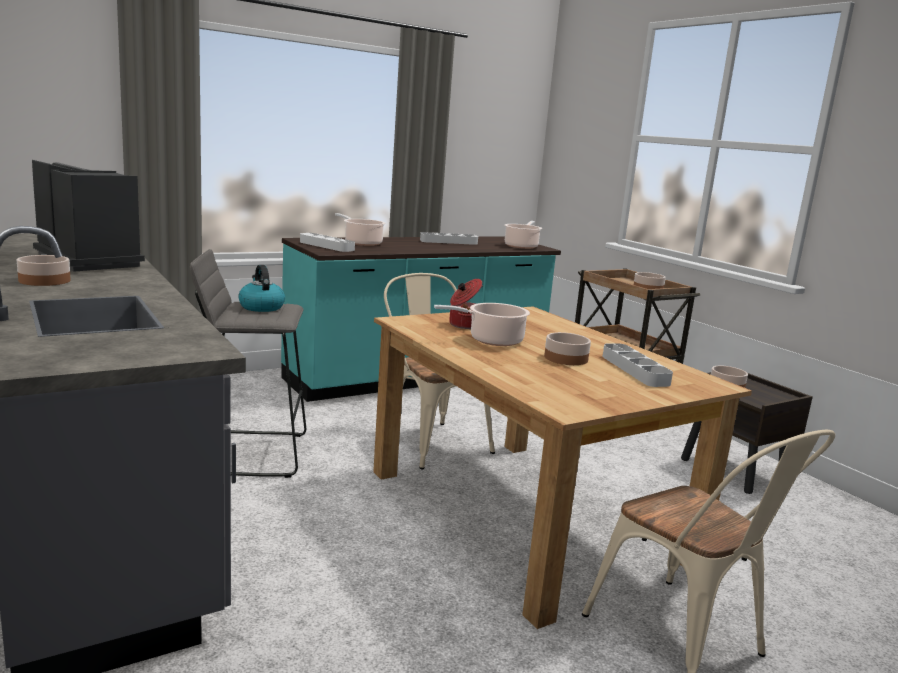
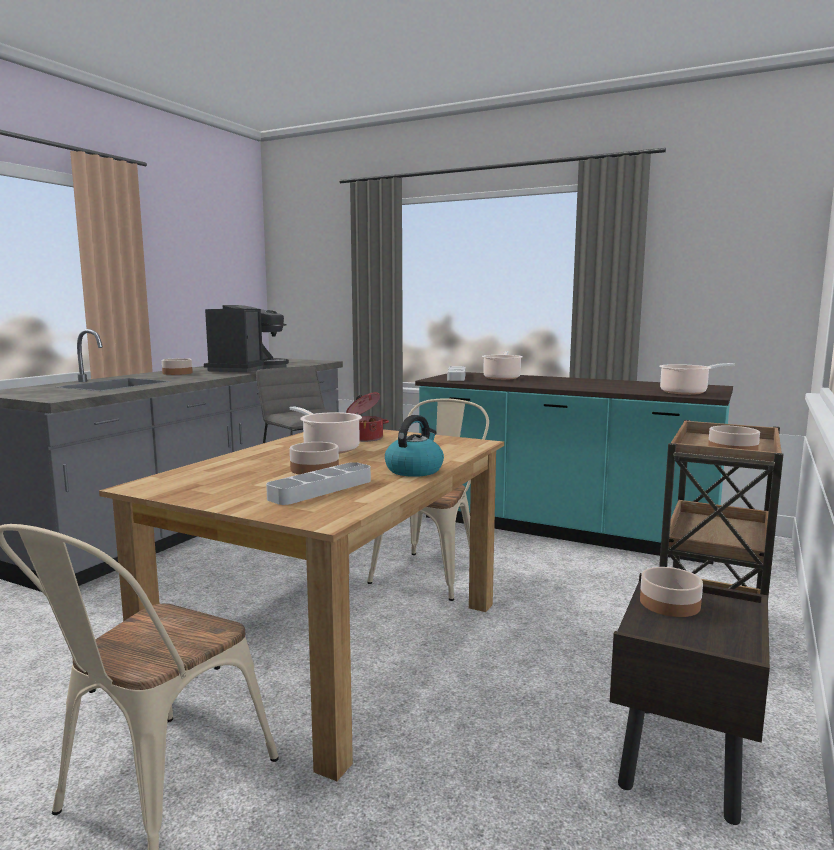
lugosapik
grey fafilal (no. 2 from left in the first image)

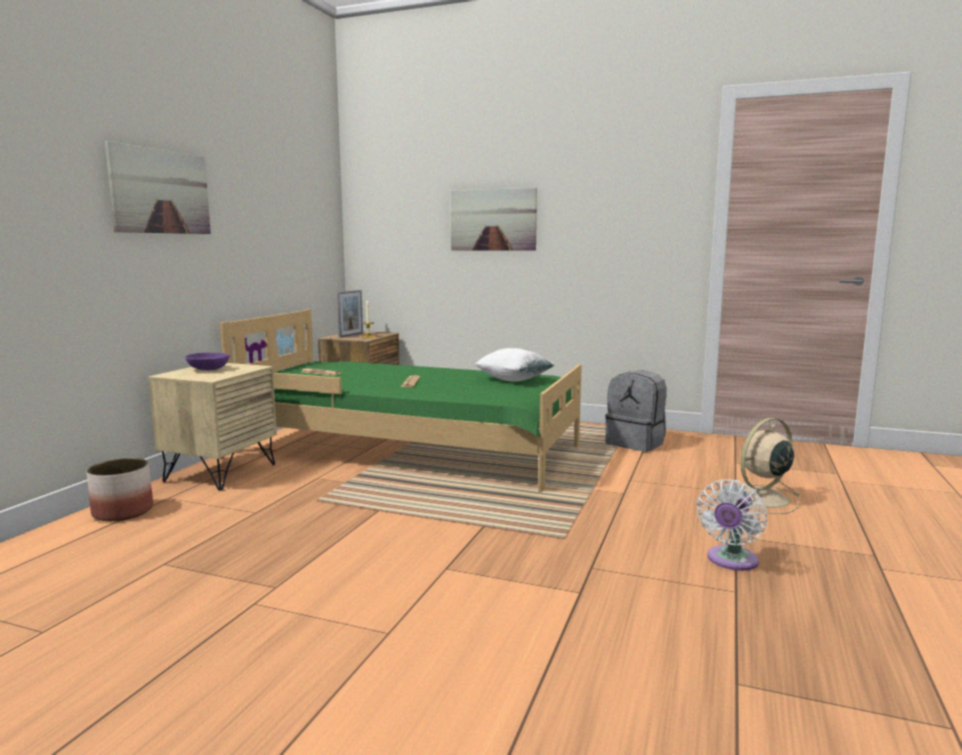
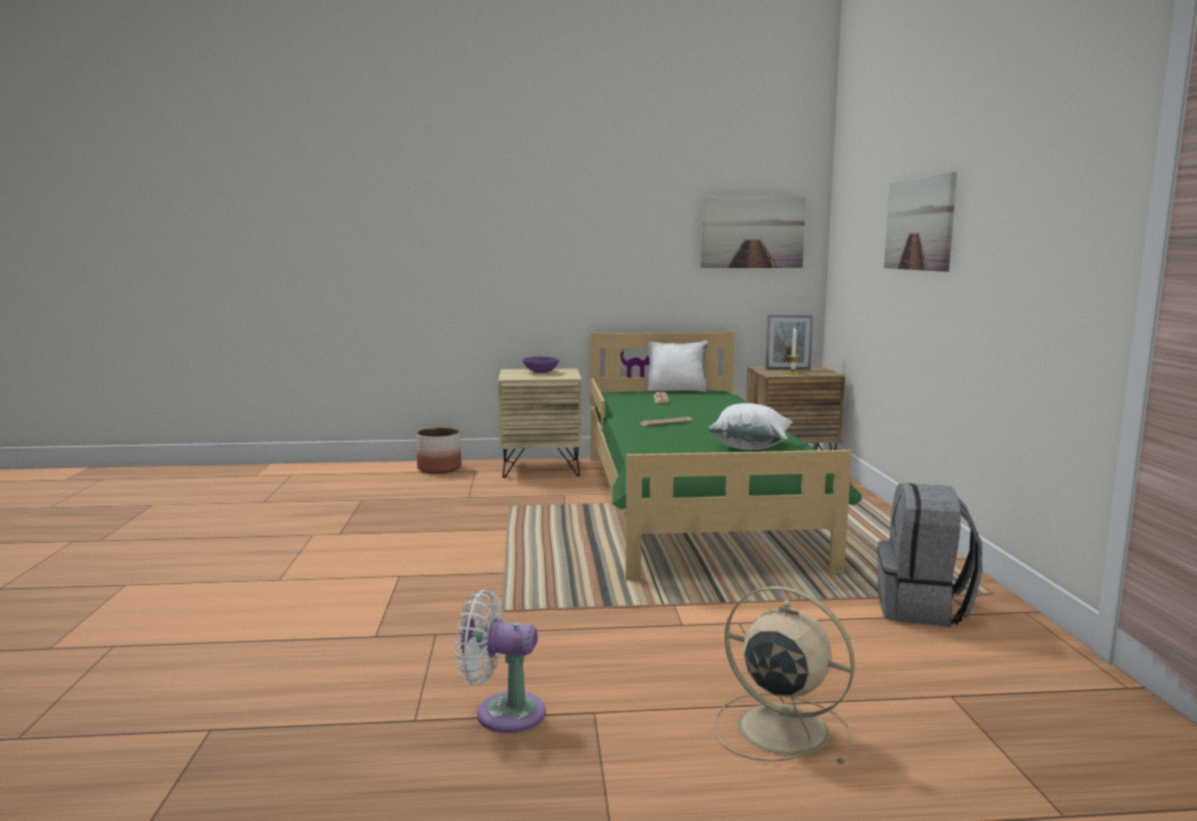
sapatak (no. 1 from left)
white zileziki (no. 1 from left)

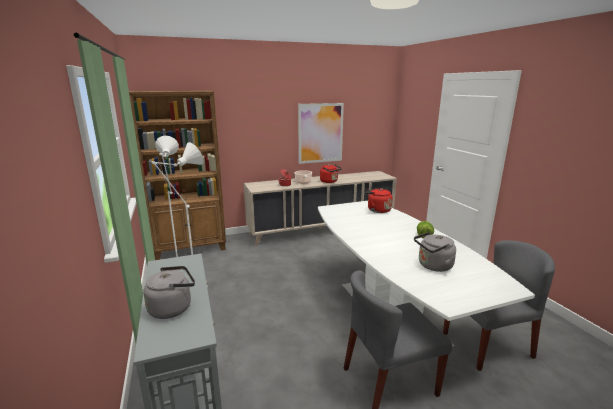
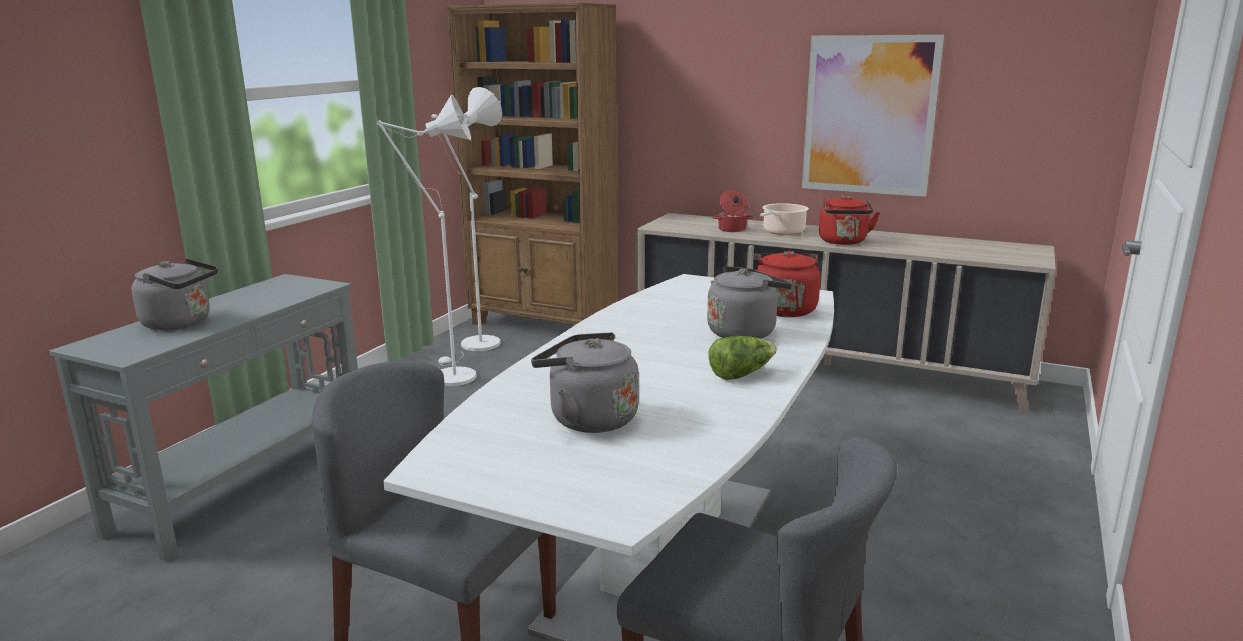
grey lugosapik (no. 3 from left)

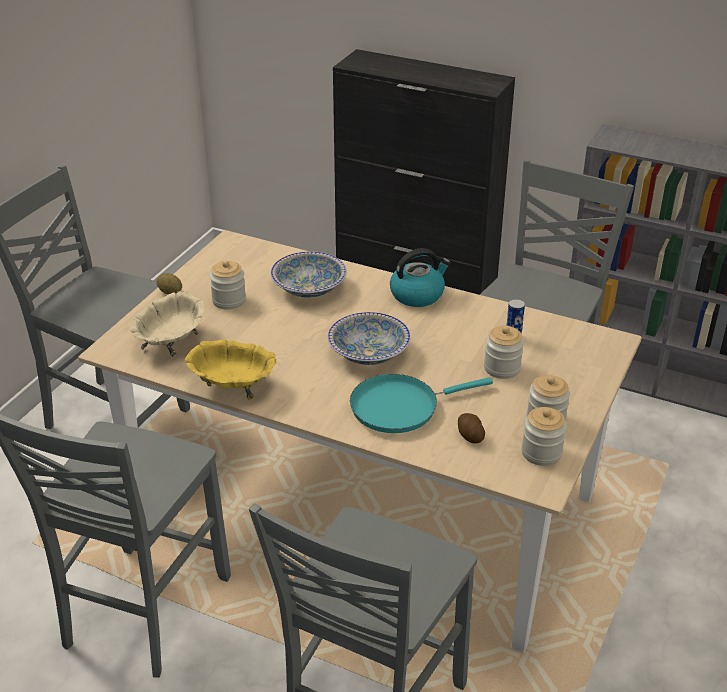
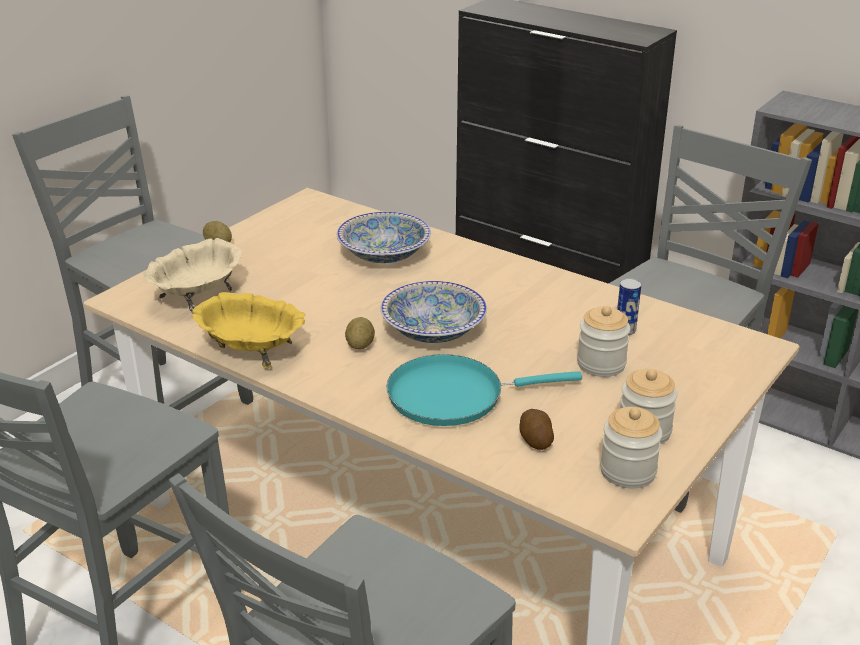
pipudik (no. 1 from left in the first image)
lugosapik
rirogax (no. 2 from left)

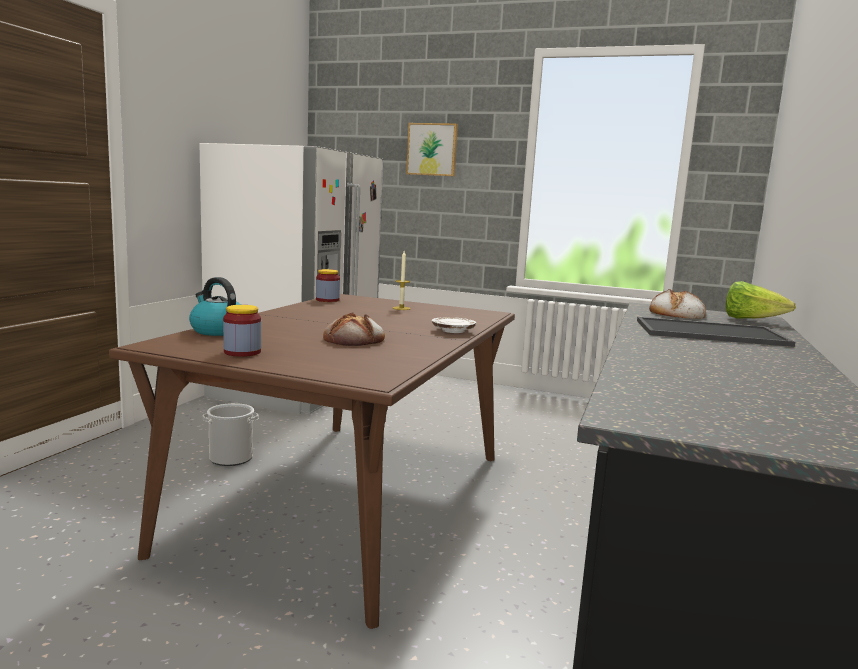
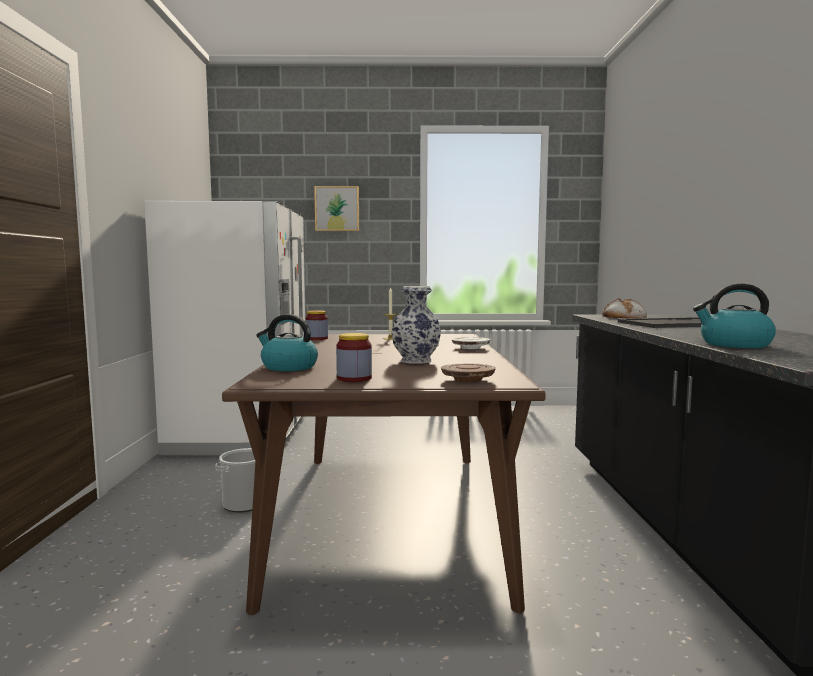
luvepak
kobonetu
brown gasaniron
lugosapik (no. 2 from left)

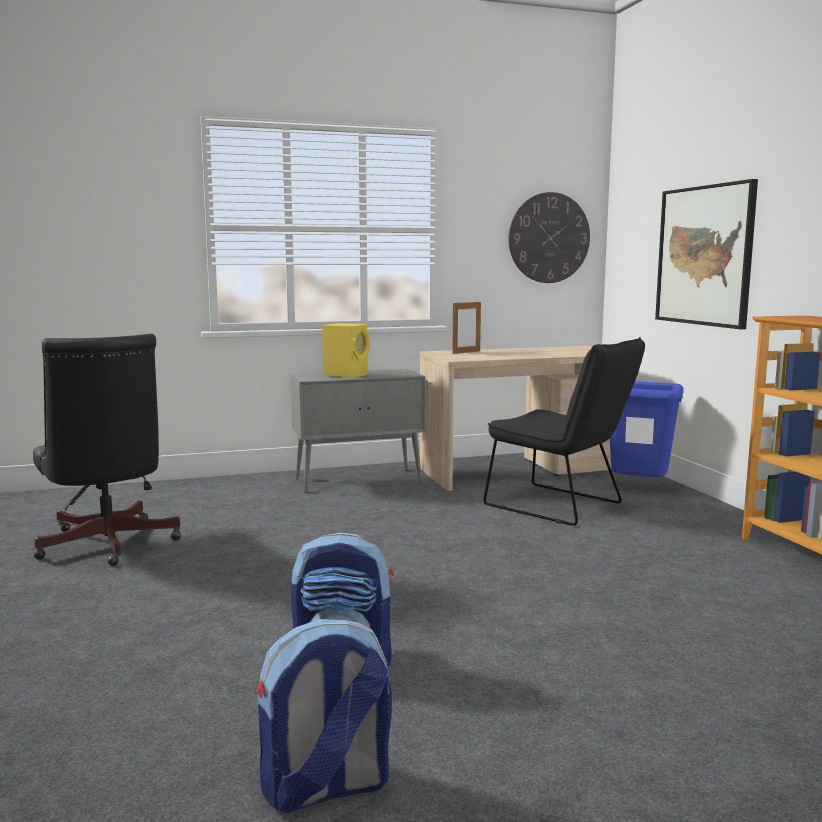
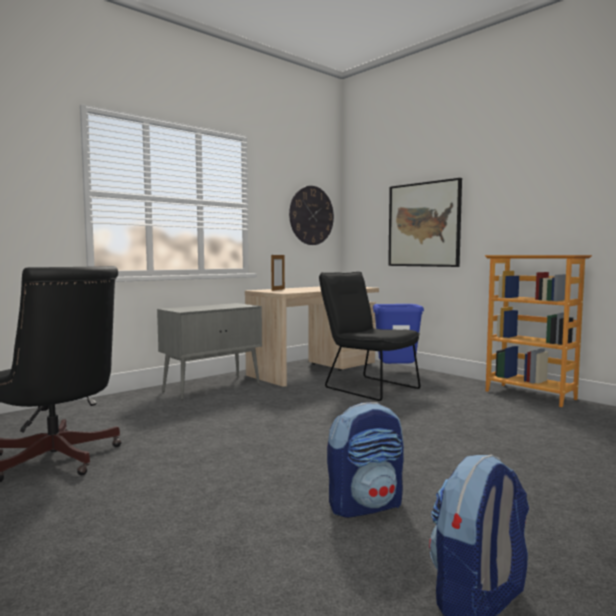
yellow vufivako
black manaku

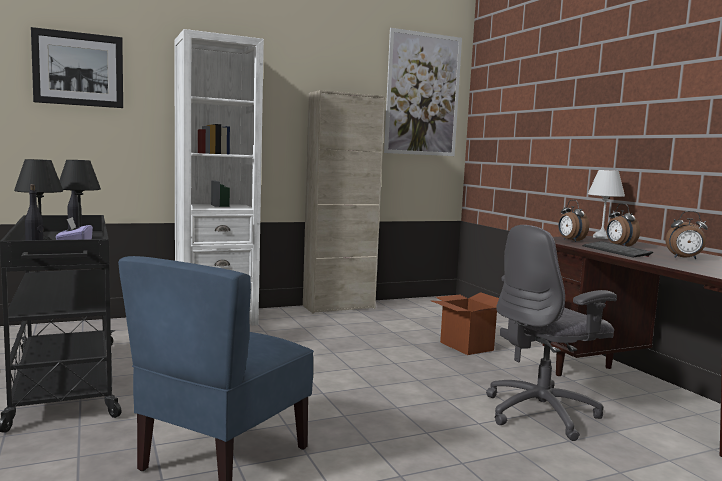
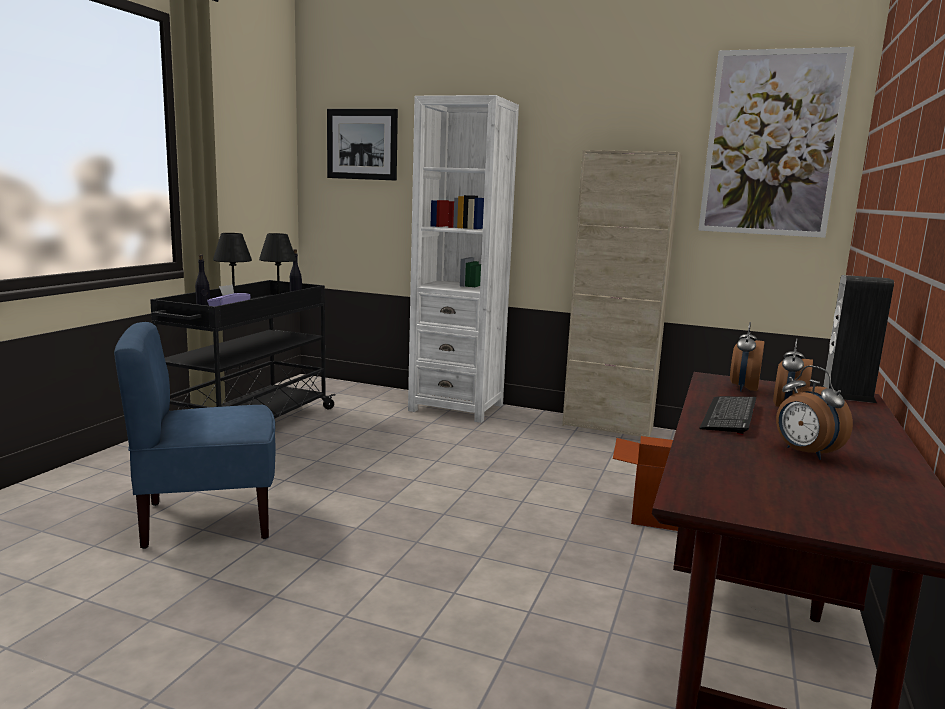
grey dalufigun
vufivako

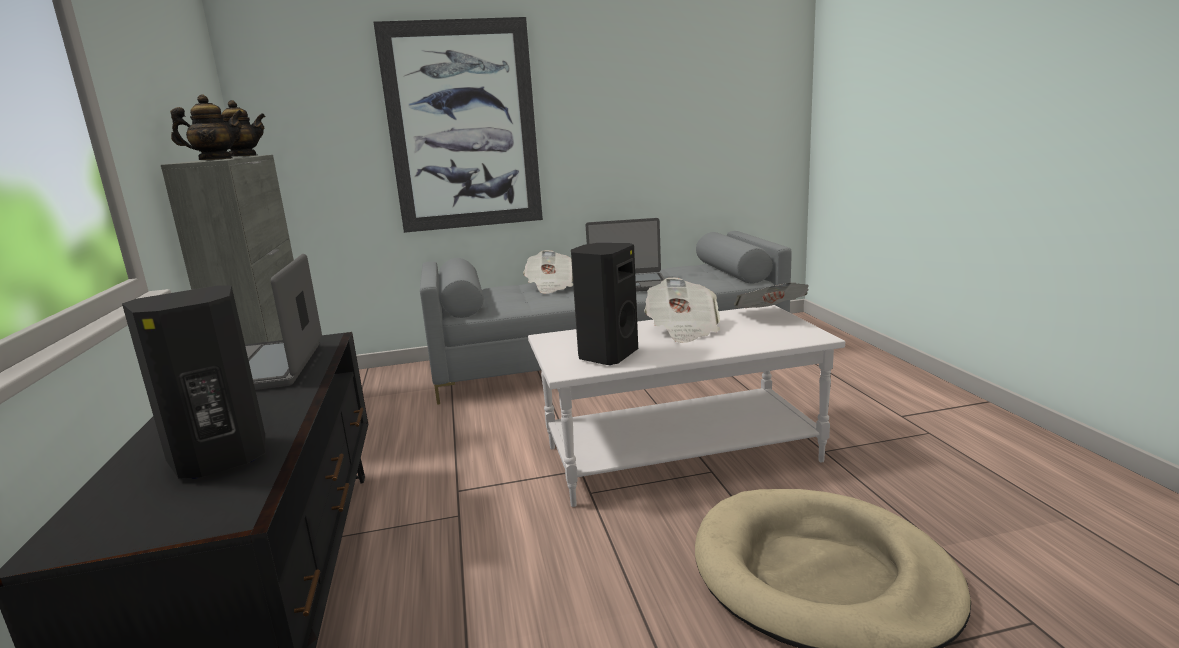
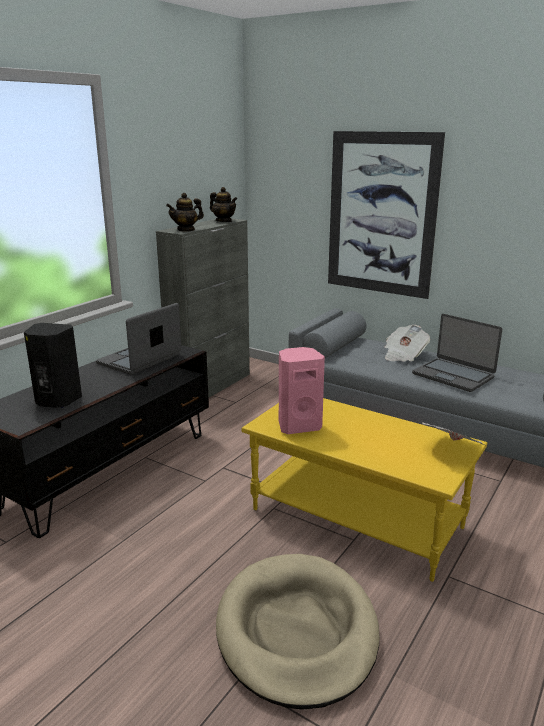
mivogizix (no. 1 from left)
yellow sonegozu
pink vufivako
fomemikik (no. 2 from left in the first image)

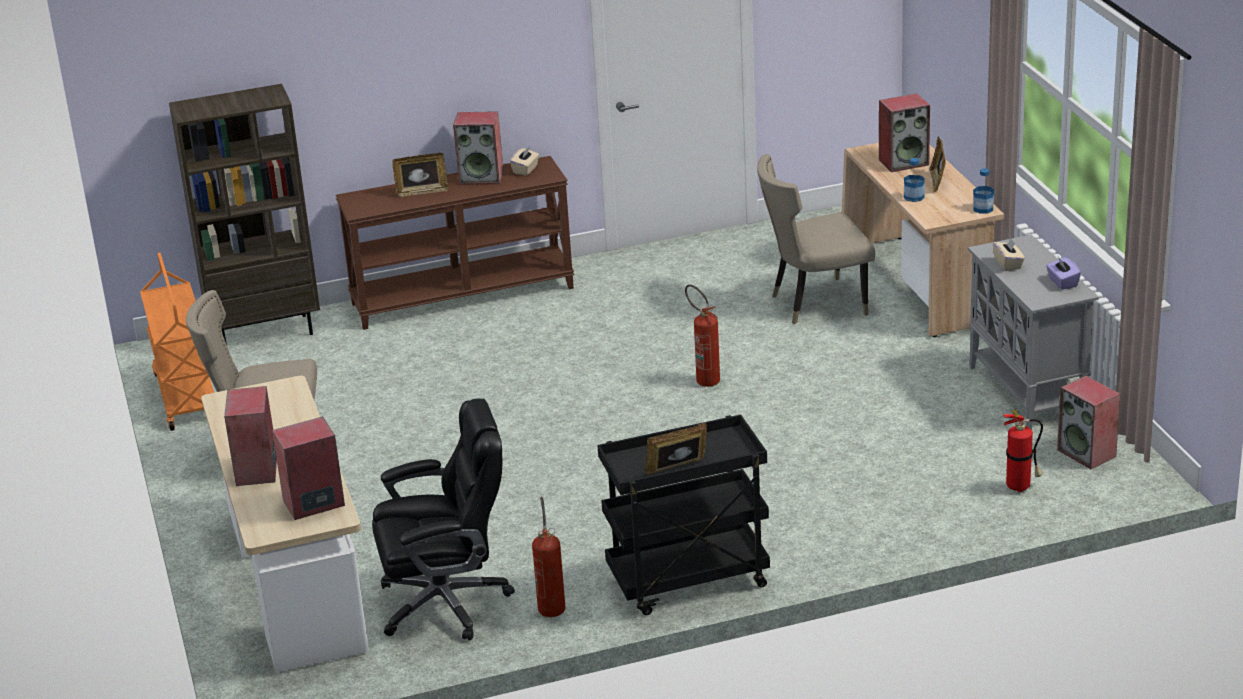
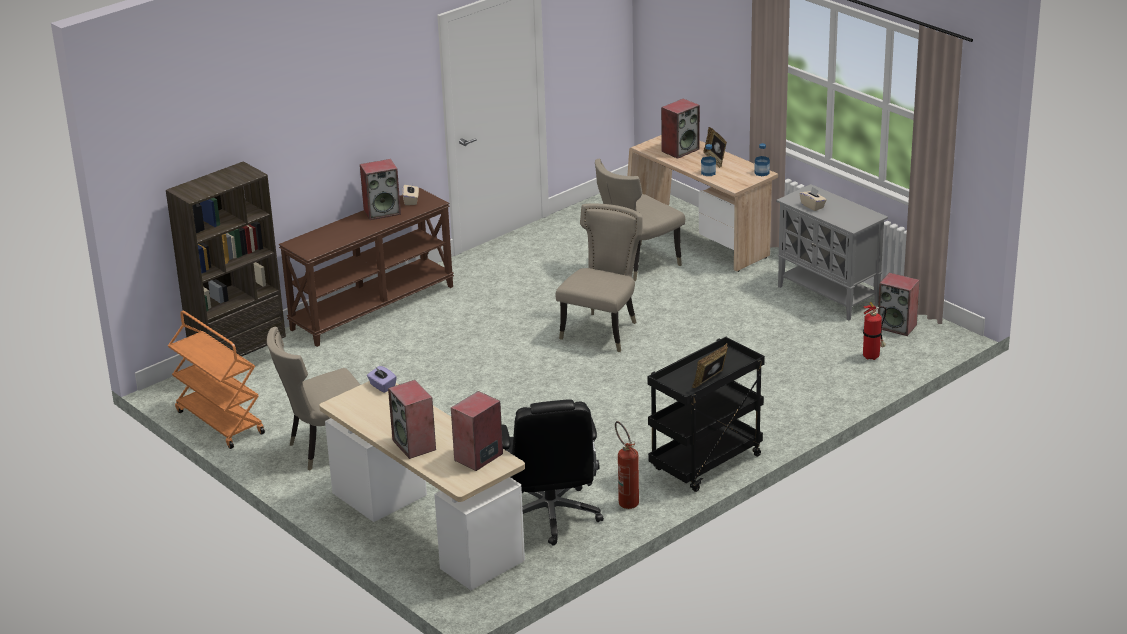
black dalufigun
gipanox (no. 1 from left in the first image)
beige manaku (no. 2 from left)
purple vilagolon

